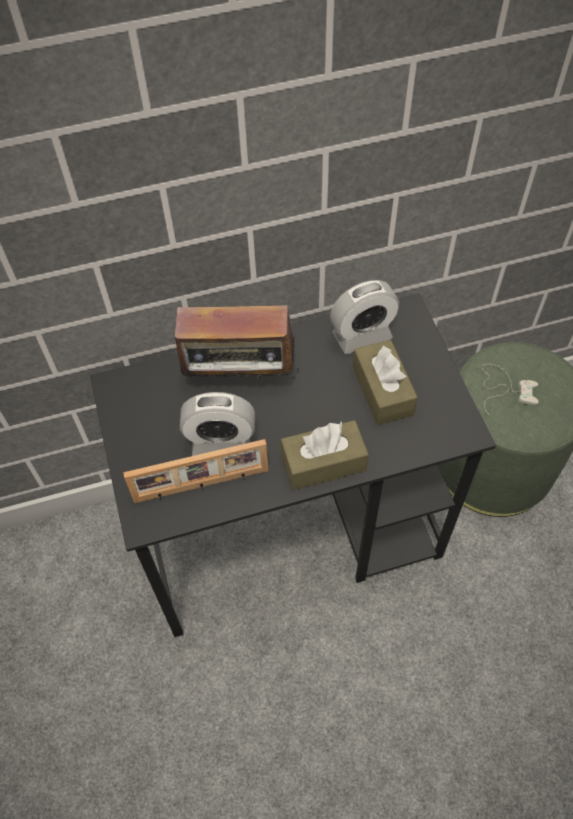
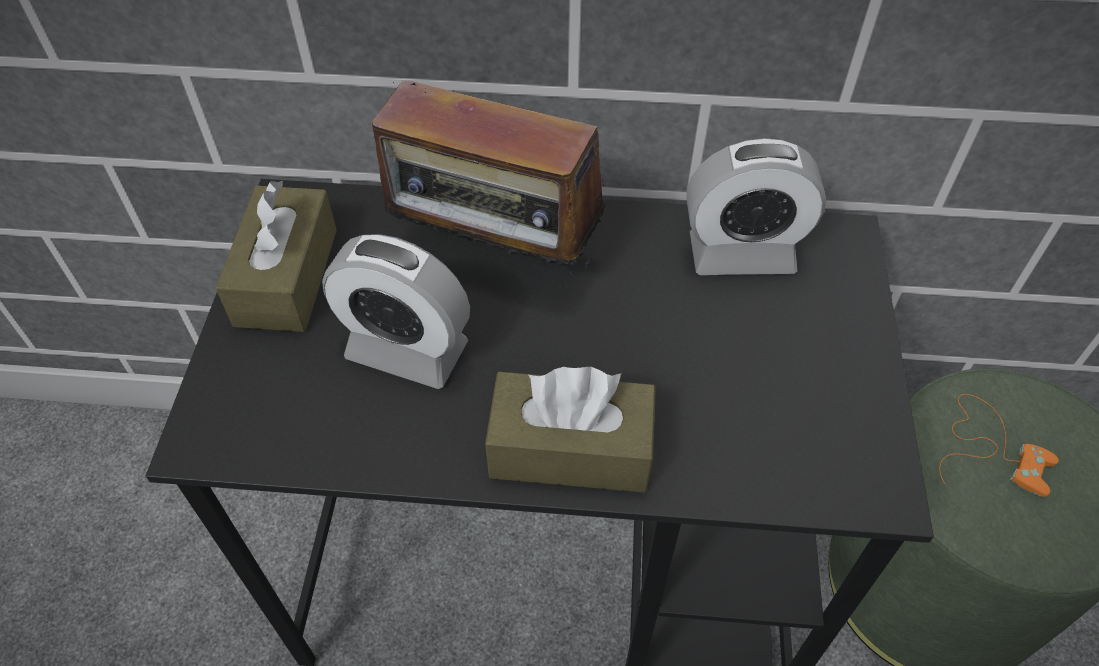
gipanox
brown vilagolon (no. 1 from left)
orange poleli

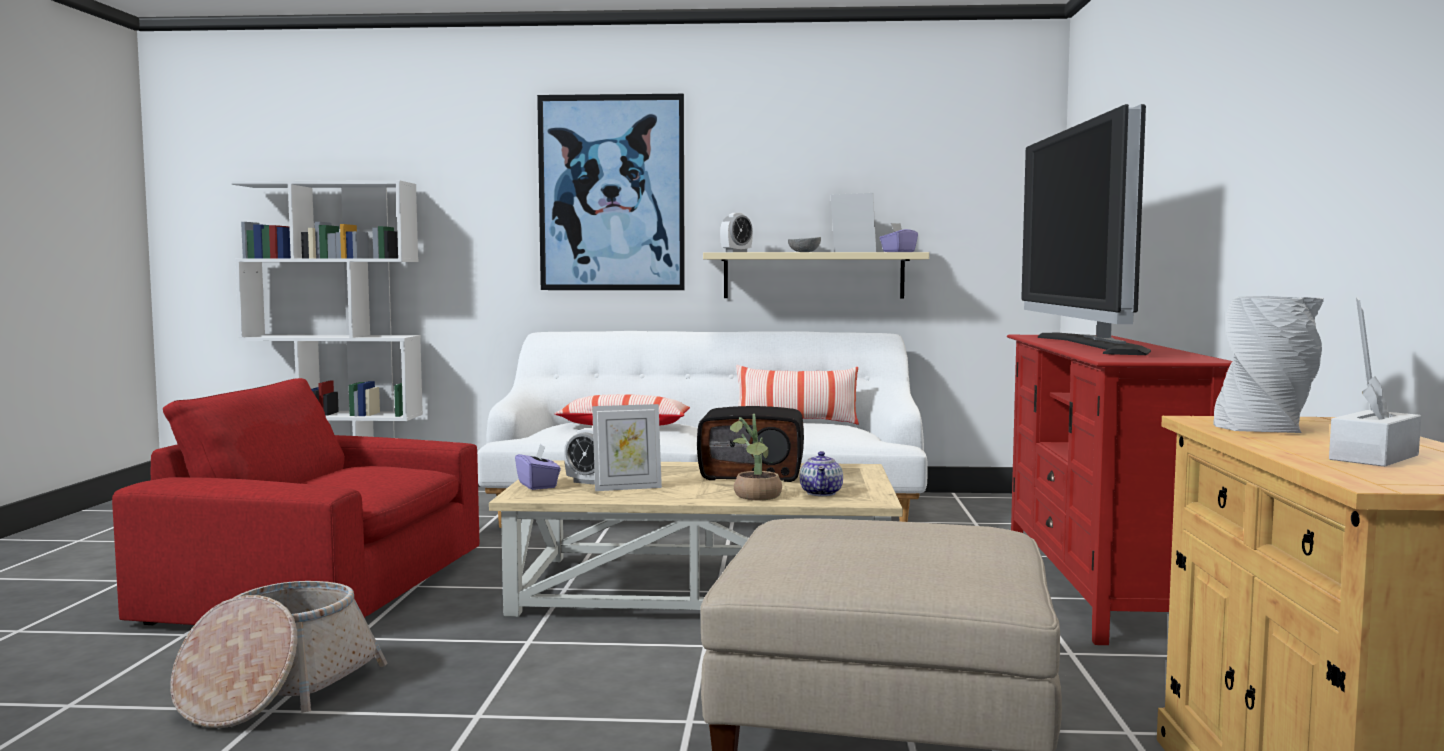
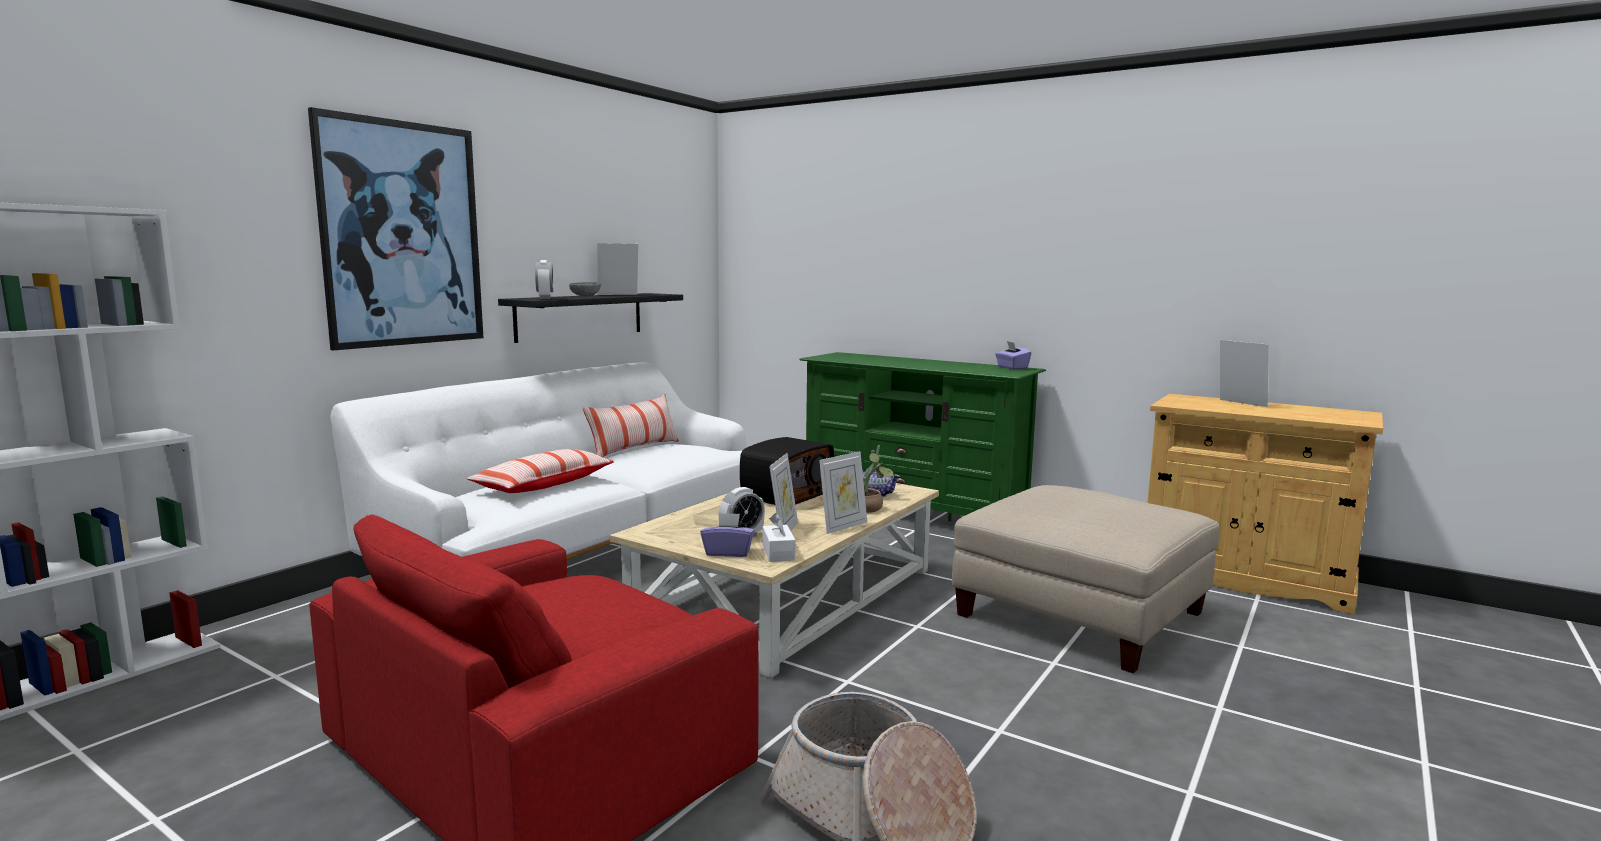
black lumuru
purple vilagolon (no. 2 from left)
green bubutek
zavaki
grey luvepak
white vilagolon
gipanox (no. 3 from left)

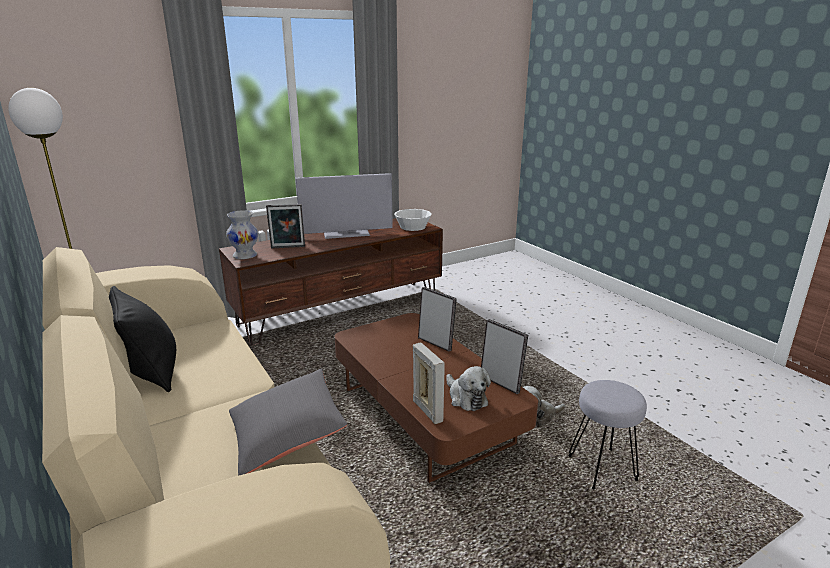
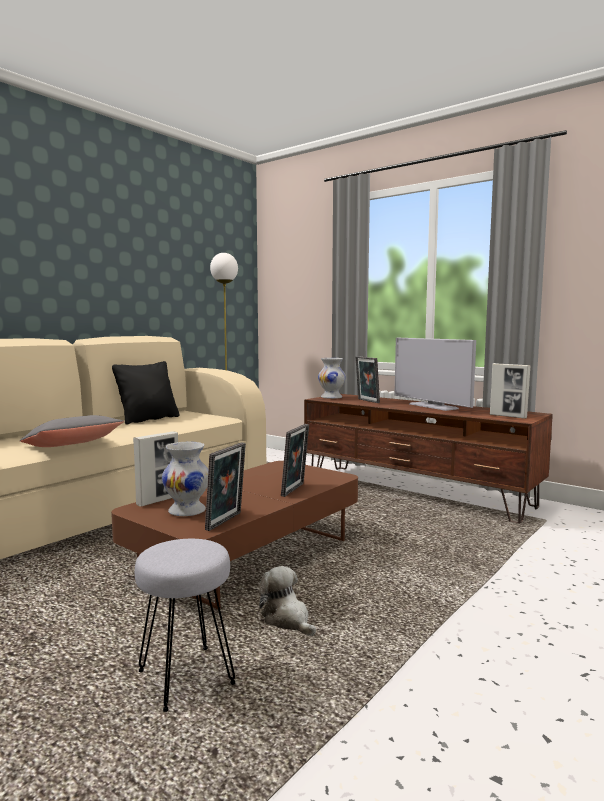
gipanox (no. 5 from left)
white luvepak (no. 1 from left)

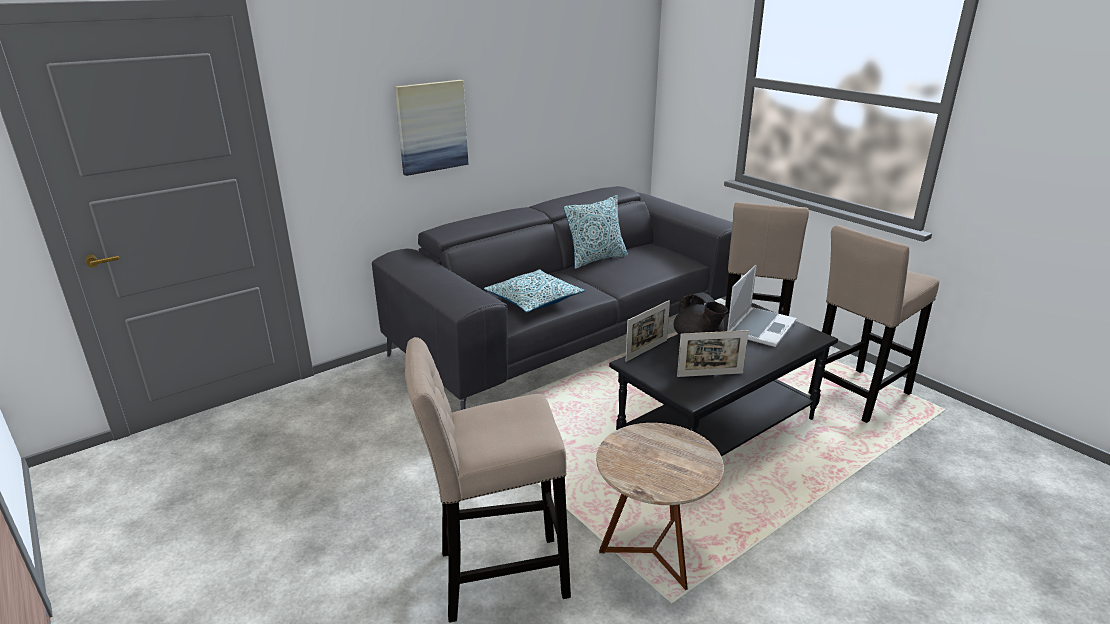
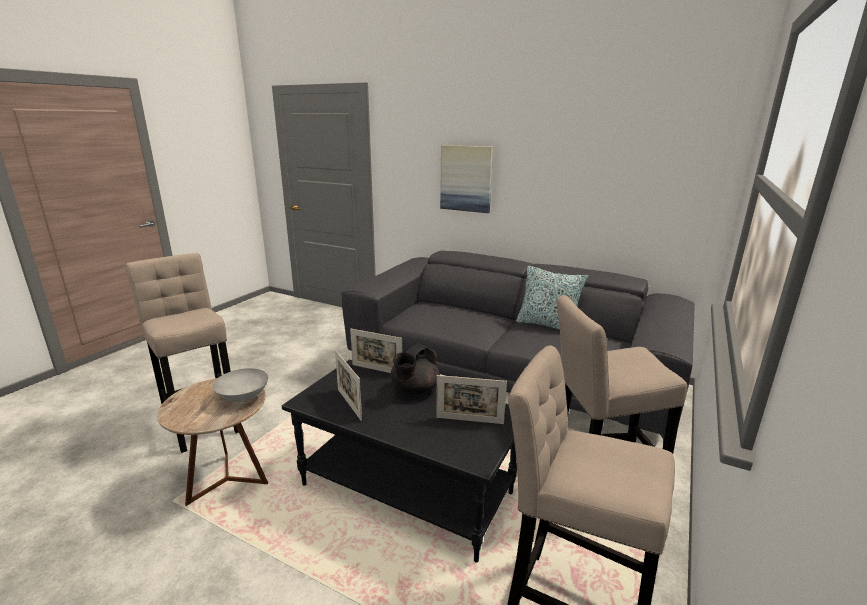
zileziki (no. 1 from left in the first image)
gipanox (no. 3 from left)
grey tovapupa

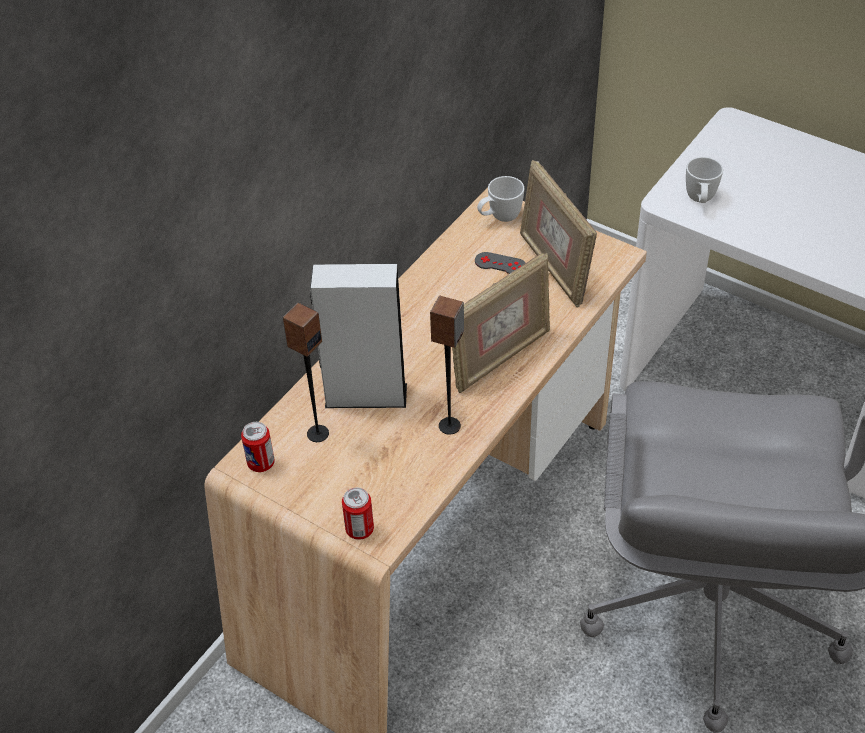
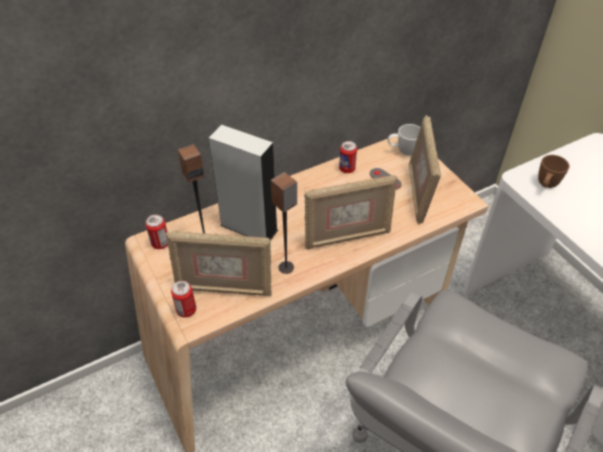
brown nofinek
gipanox (no. 1 from left)
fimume (no. 3 from left)

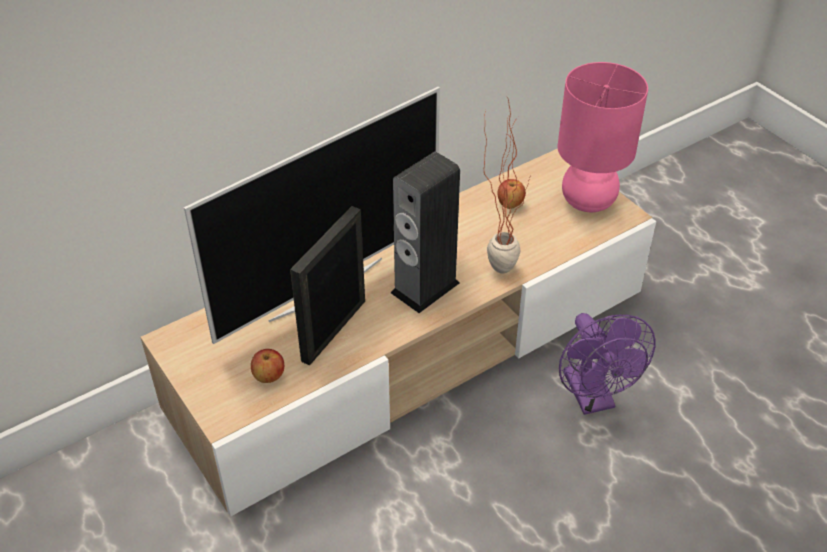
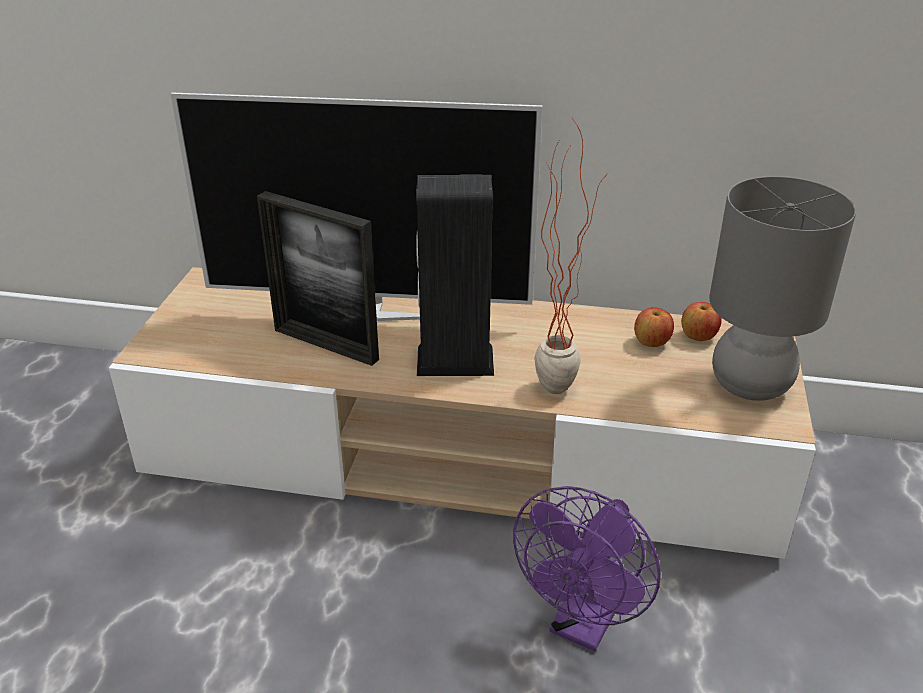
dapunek (no. 2 from left)
gipanox
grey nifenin

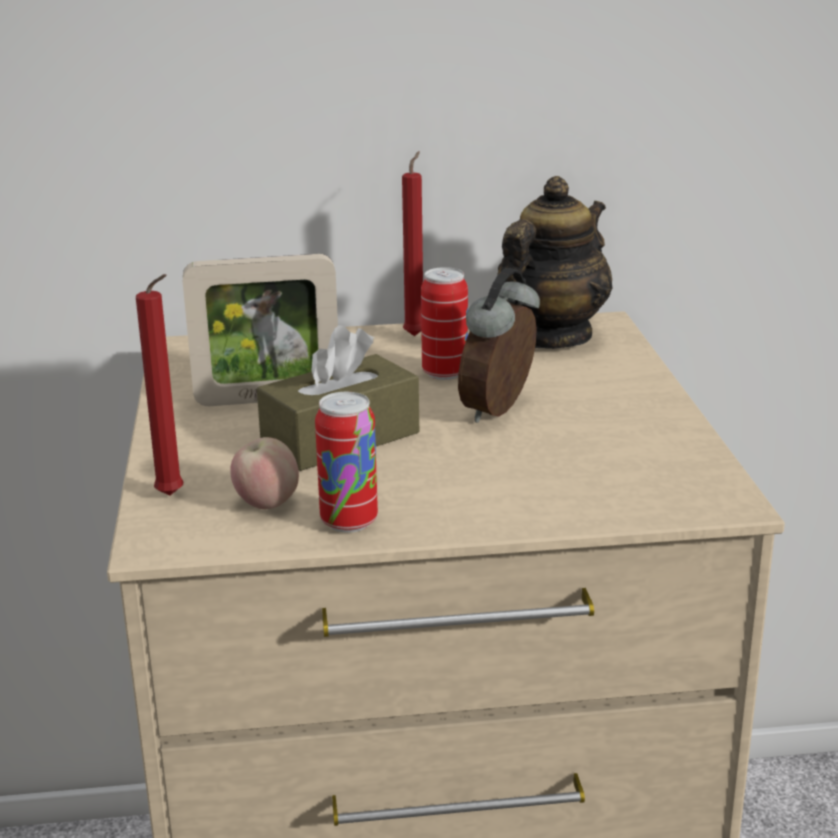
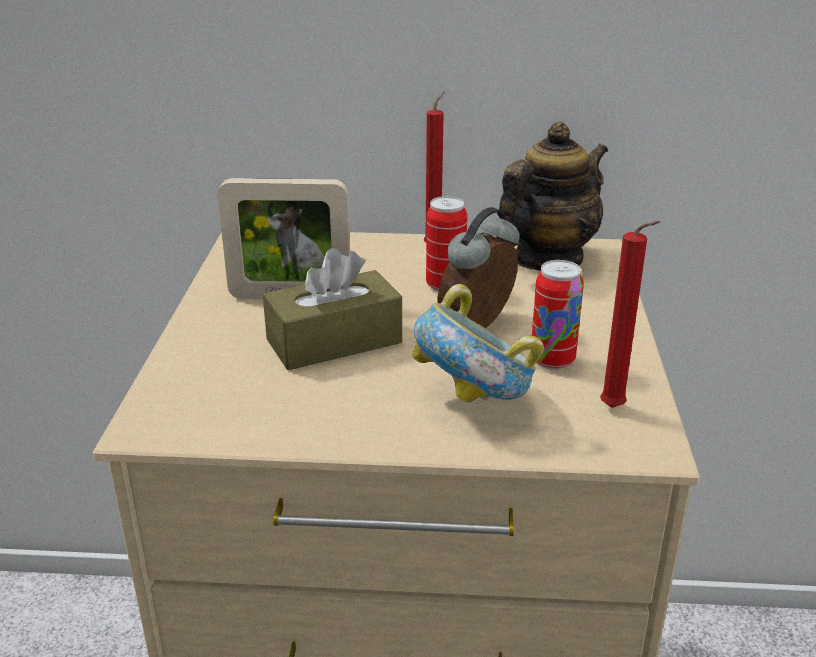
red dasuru (no. 2 from left)
dapunek
fimume (no. 2 from left)
tovapupa

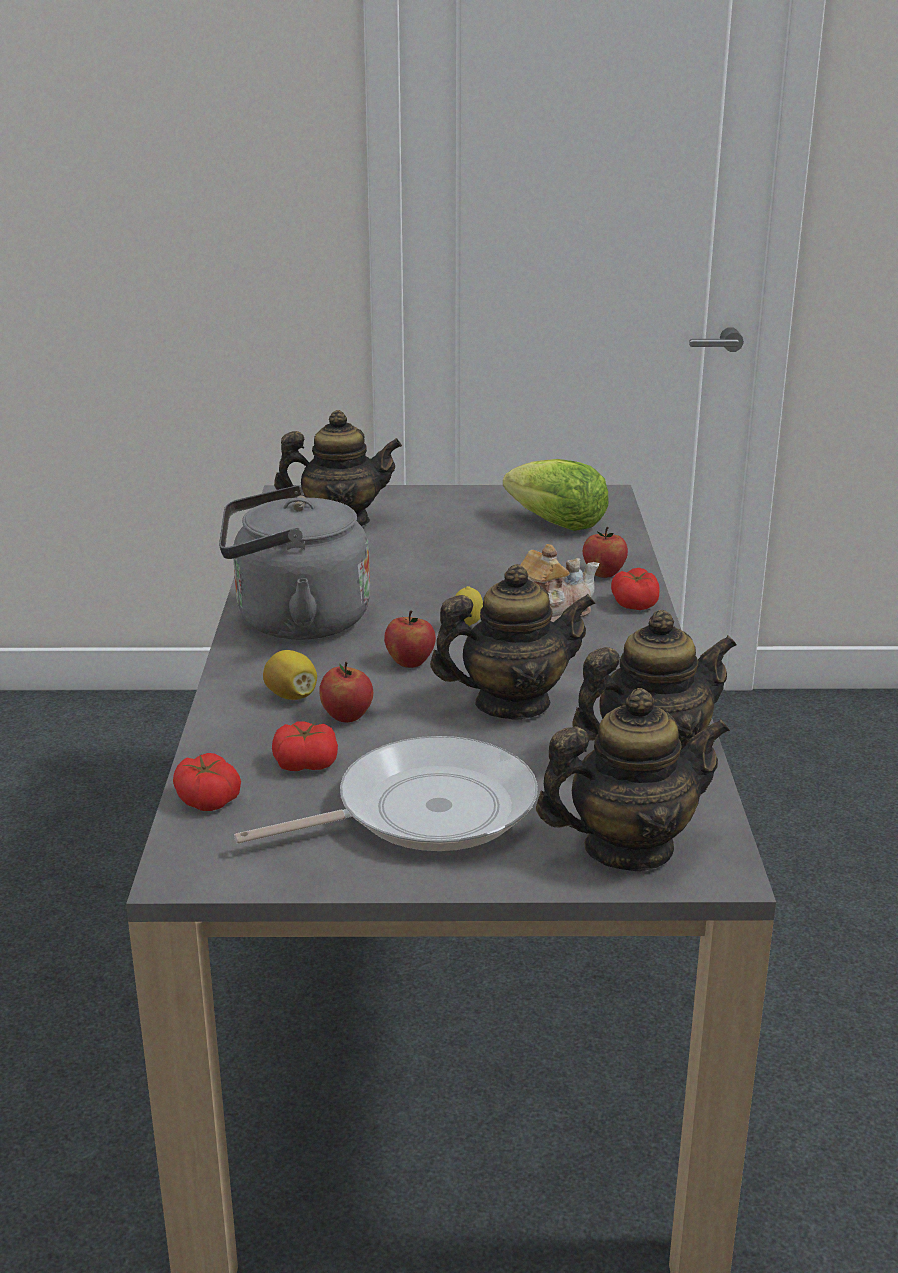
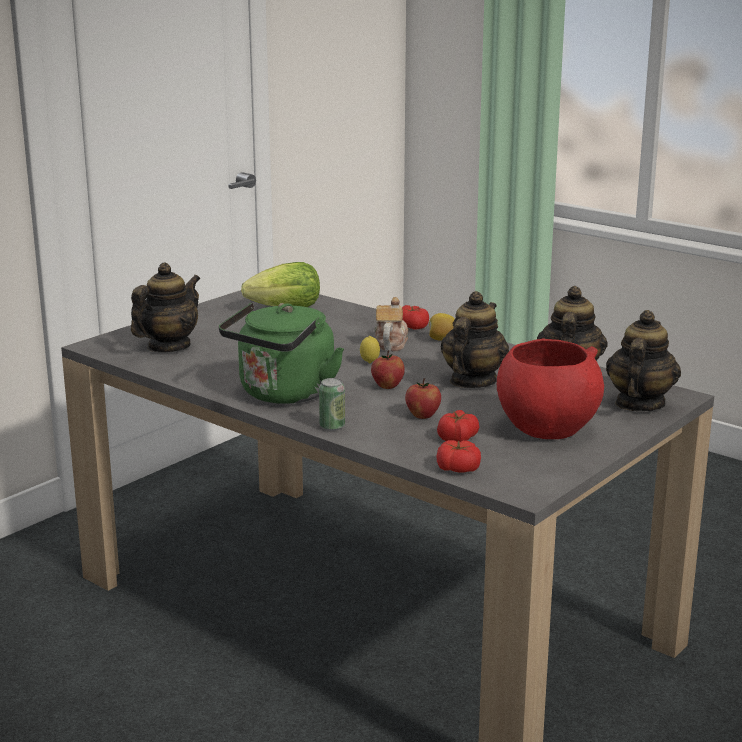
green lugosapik
red tovapupa
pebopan (no. 2 from left)
dapunek (no. 3 from left in the first image)
fimume

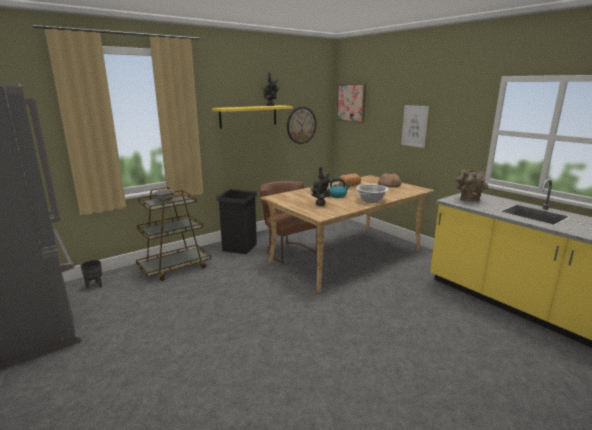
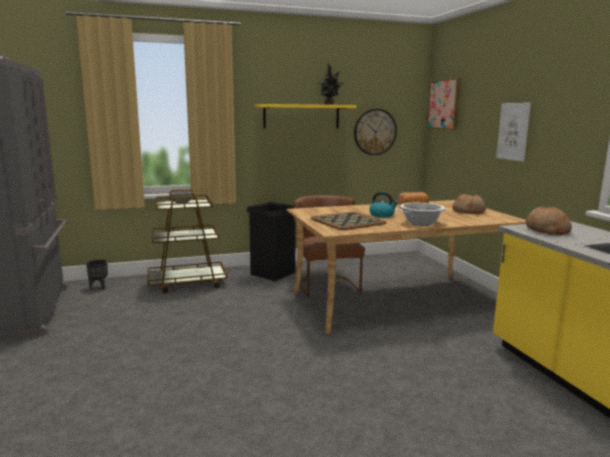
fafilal
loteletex (no. 3 from left)

